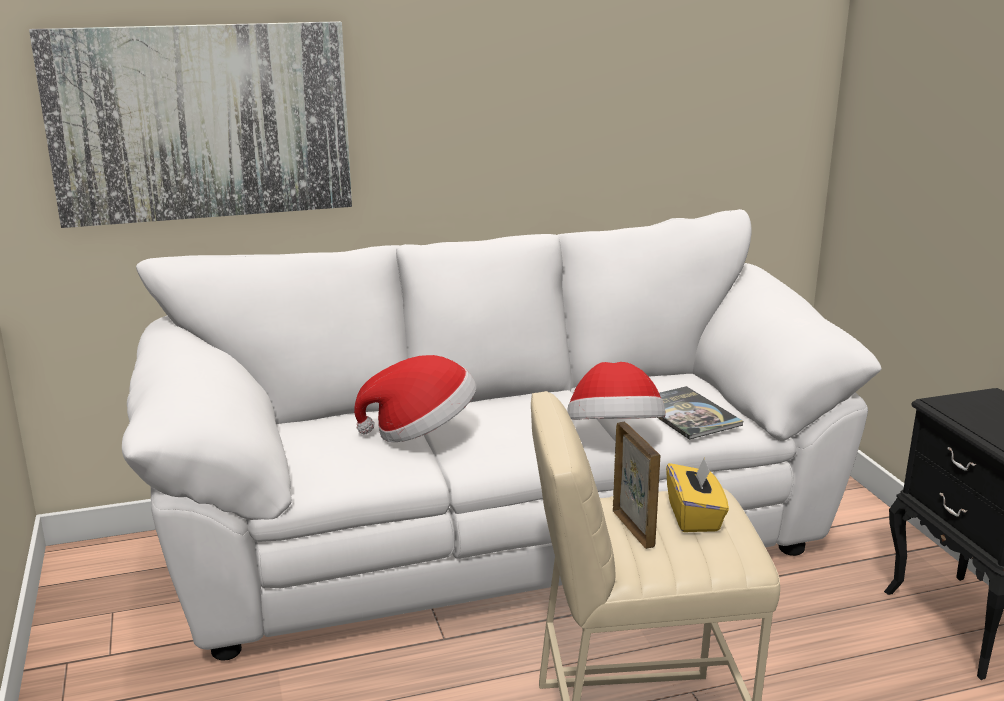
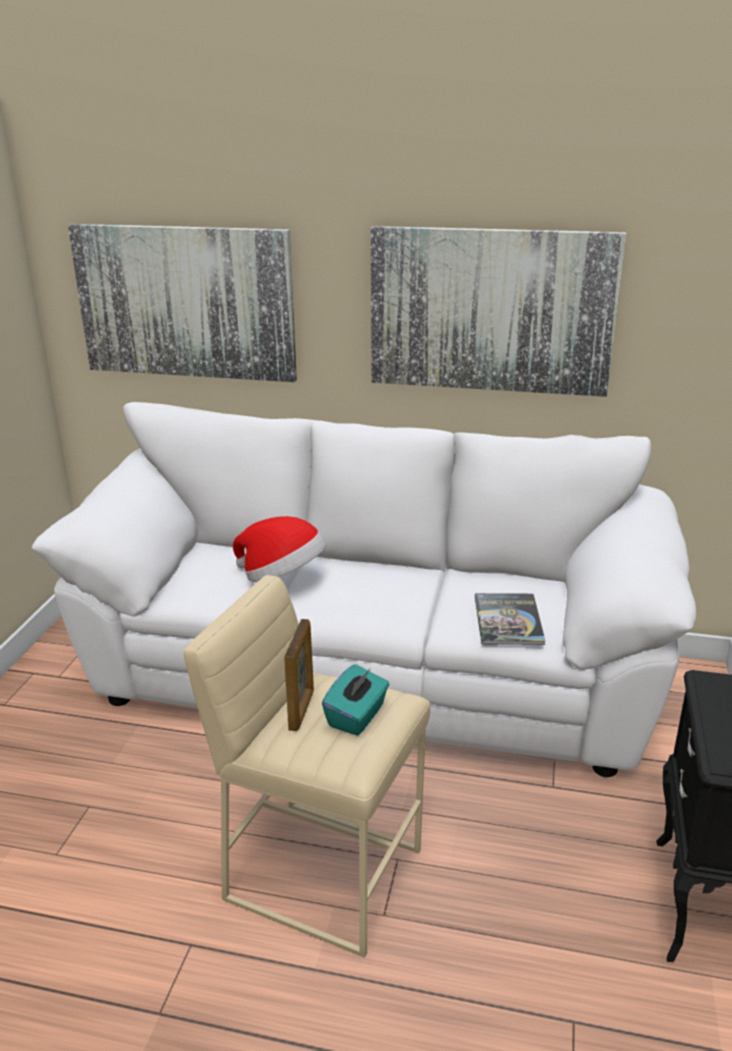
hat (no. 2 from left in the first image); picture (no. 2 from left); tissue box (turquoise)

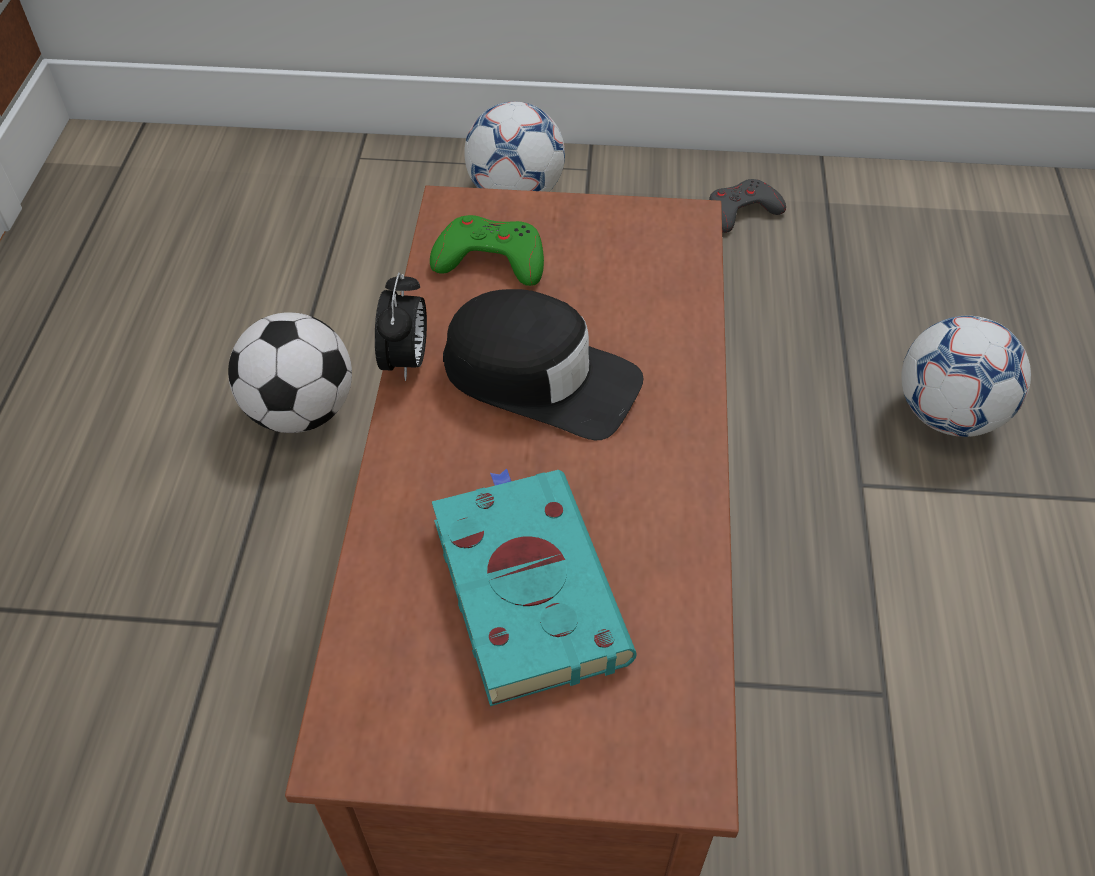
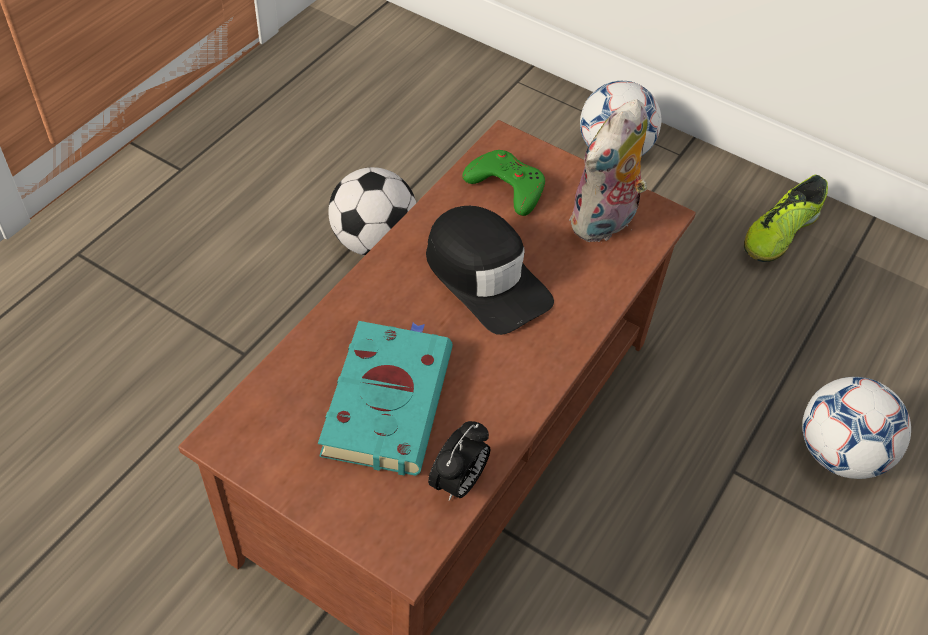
plush toy; alarm clock; shoe

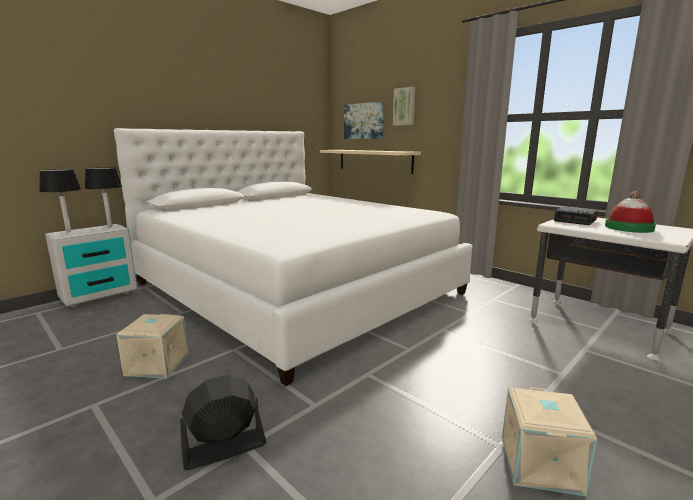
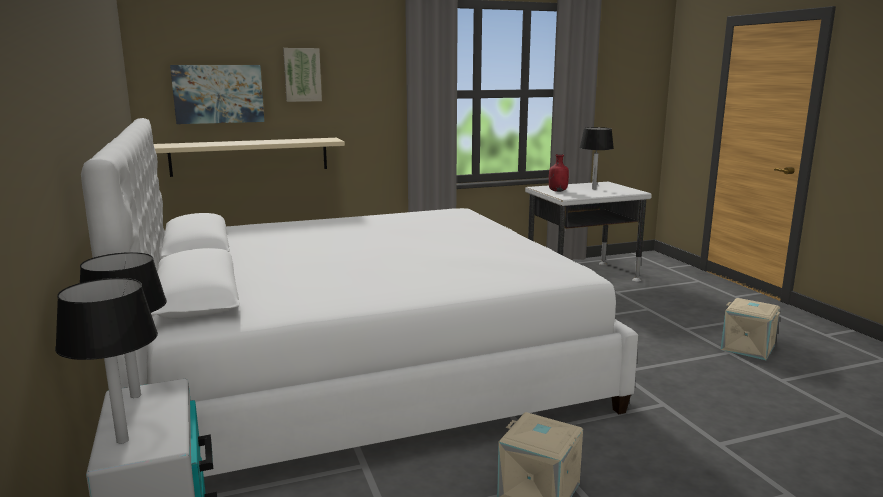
fan (black); bottle (red); table lamp (black) (no. 3 from left)

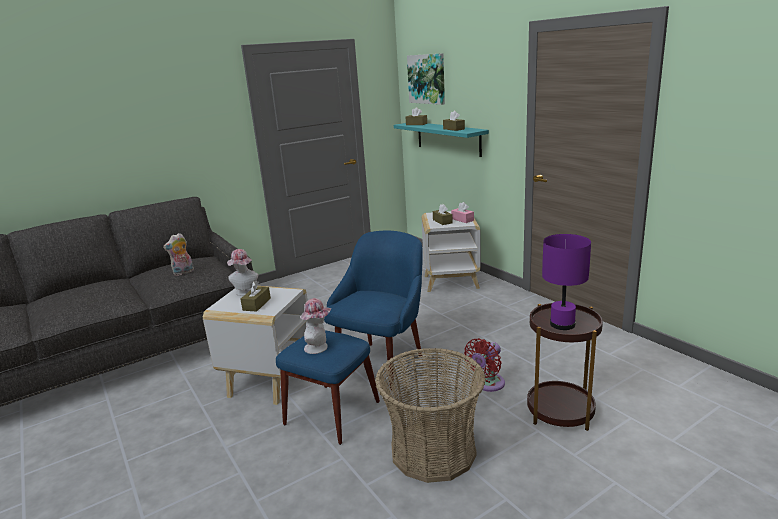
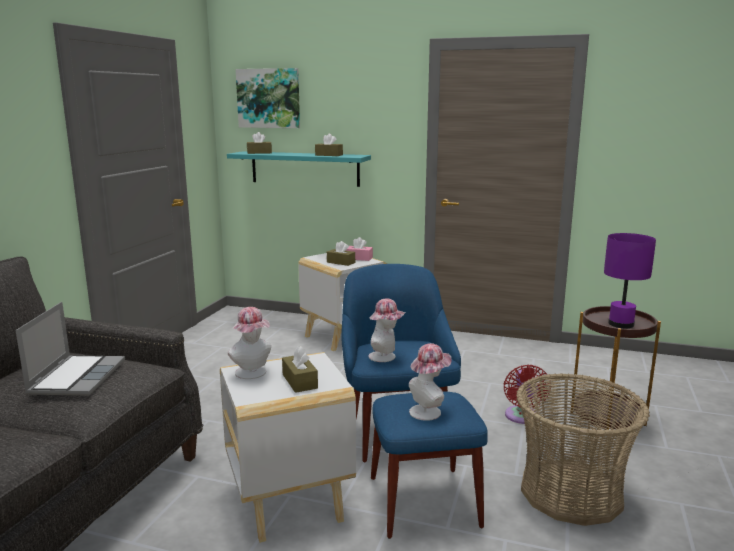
hat (no. 2 from left); laptop

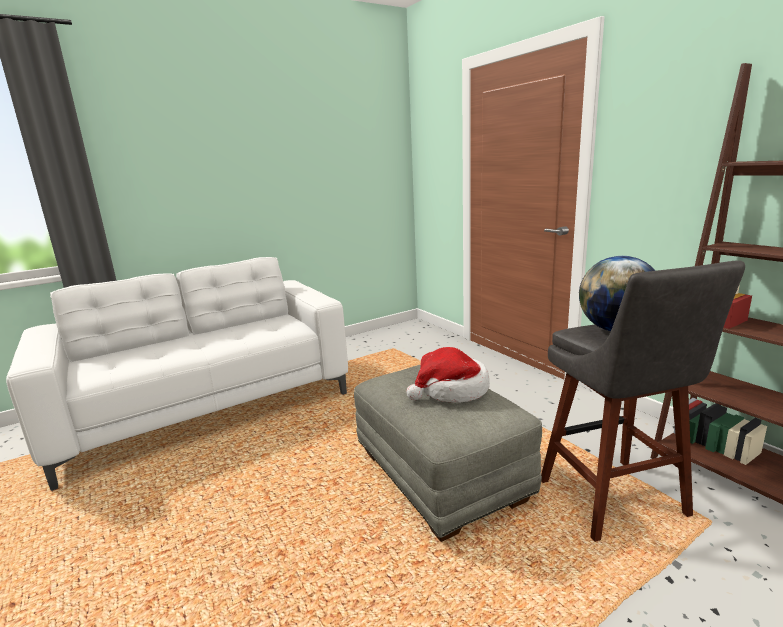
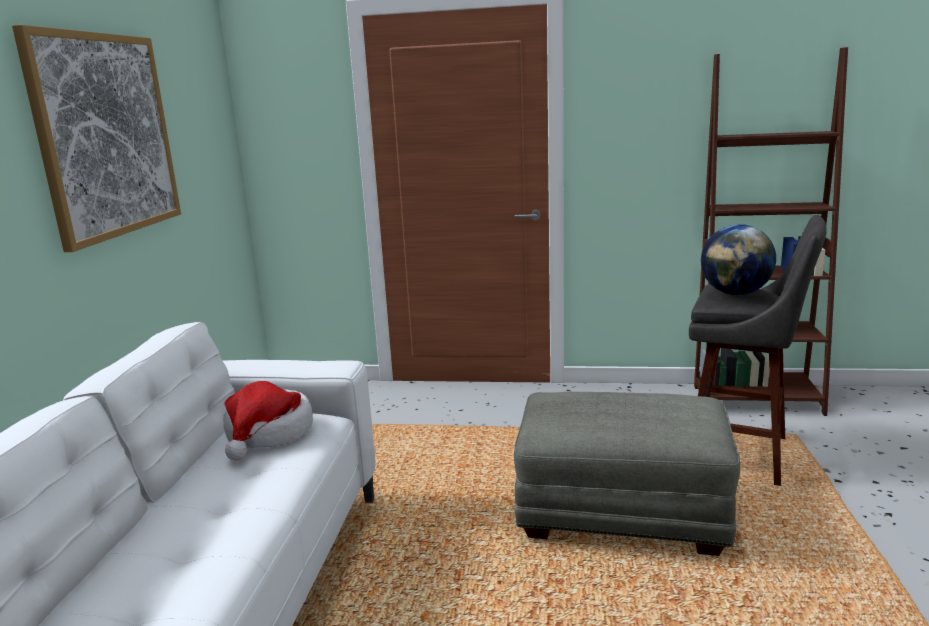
picture; hat

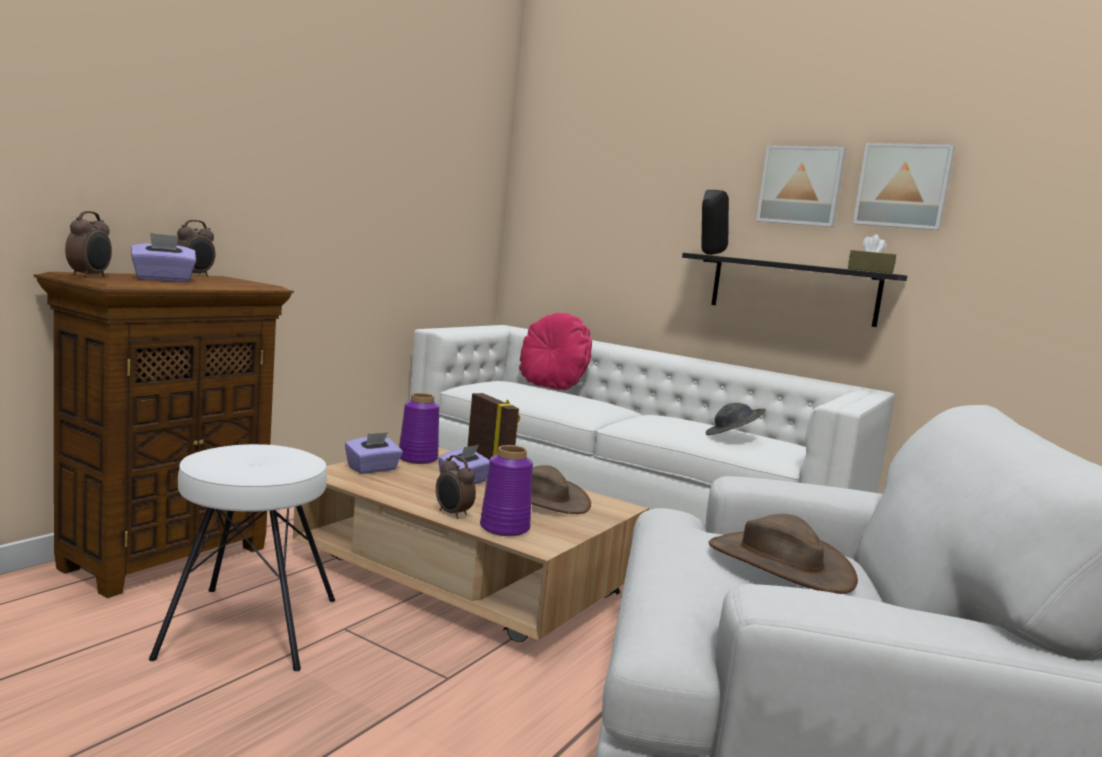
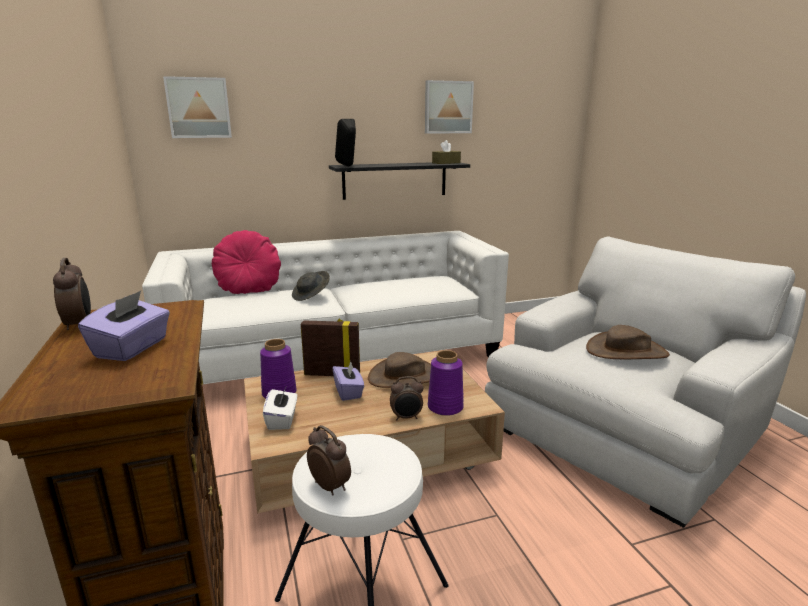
alarm clock (no. 2 from left); hat (grey); picture (no. 1 from left); tissue box (white)

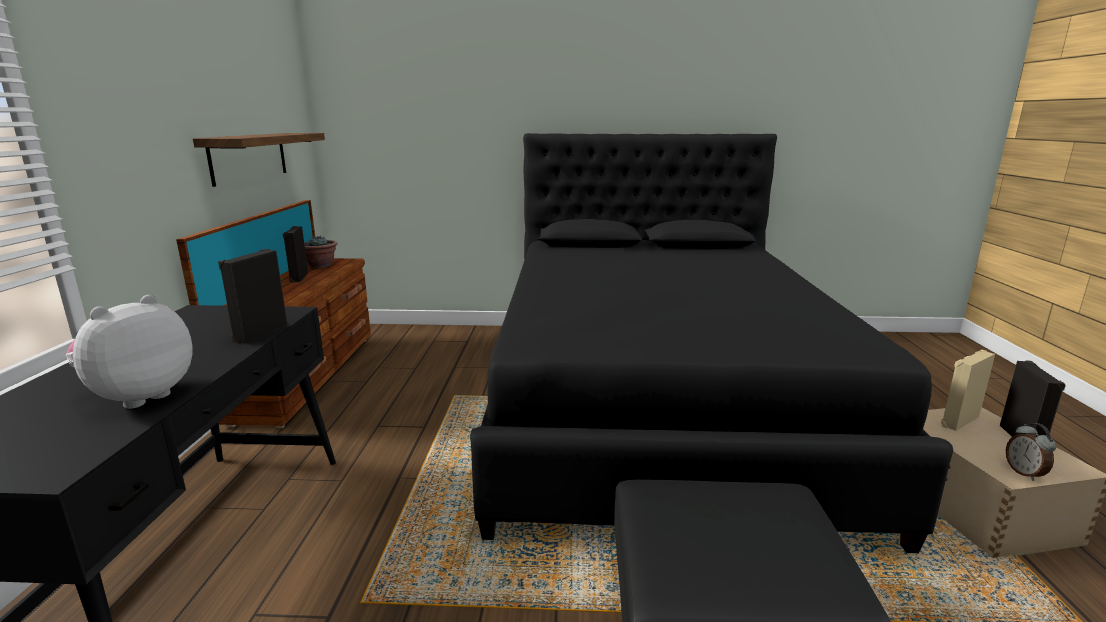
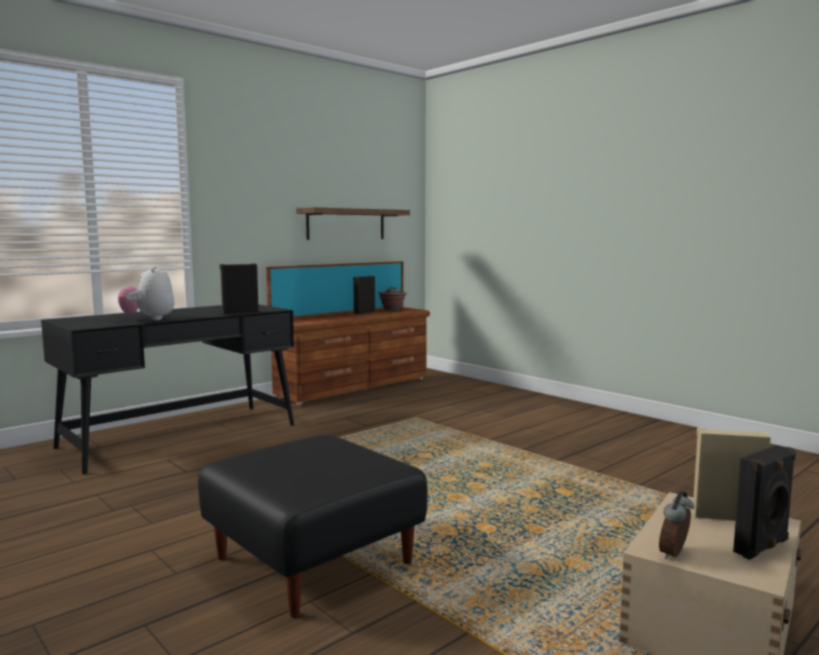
bed (black); plush toy

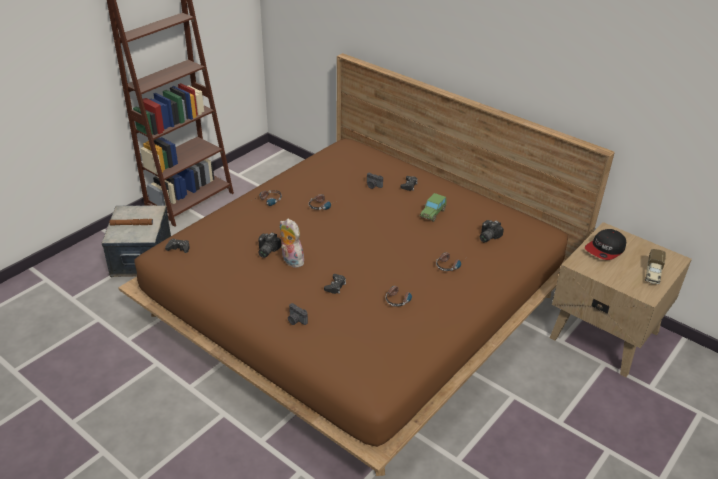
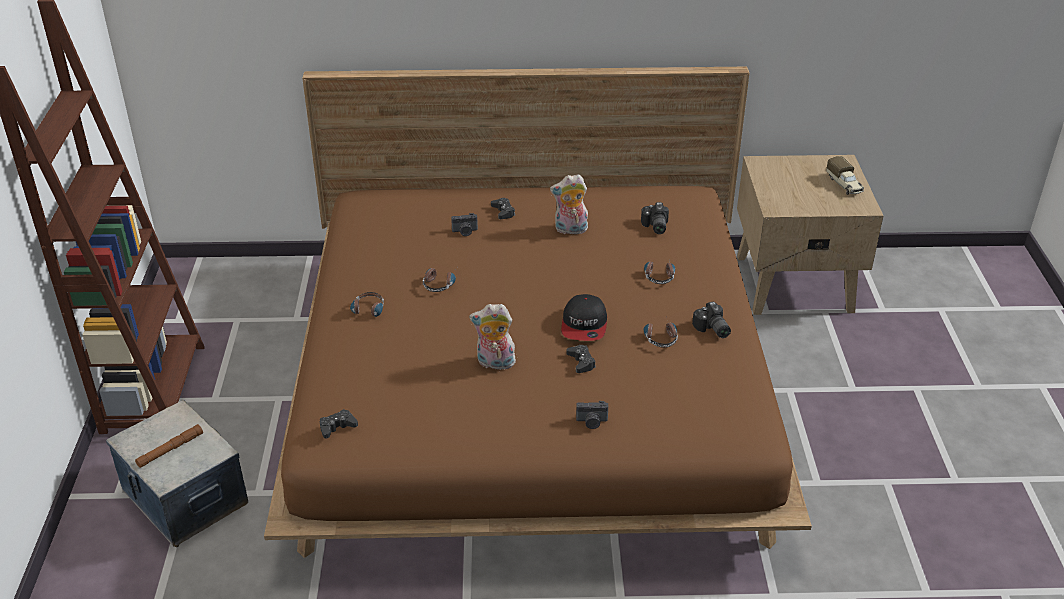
photo camera (no. 4 from left); cap; plush toy (no. 2 from left)

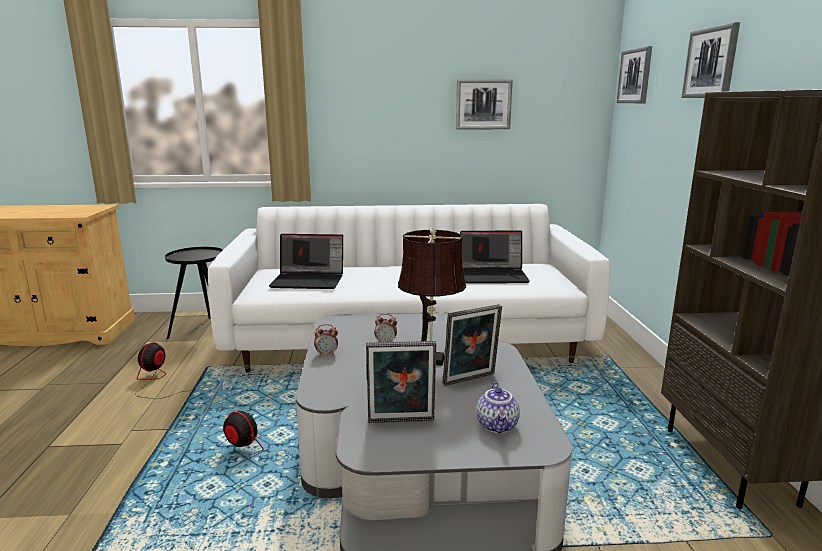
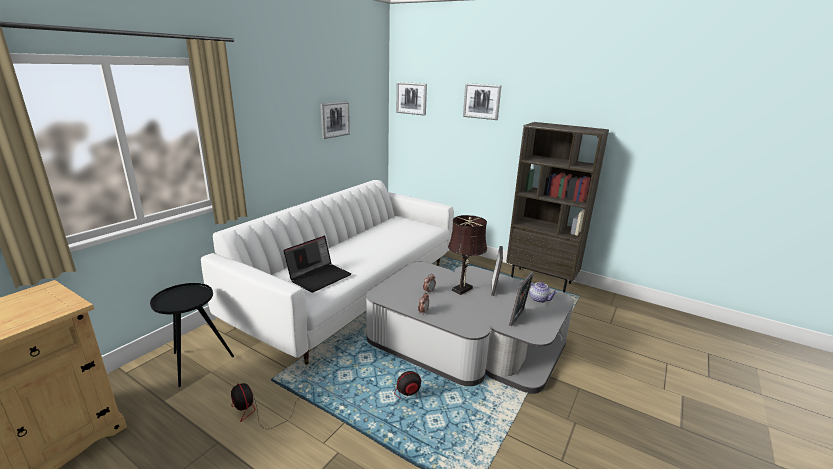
laptop (no. 2 from left in the first image)

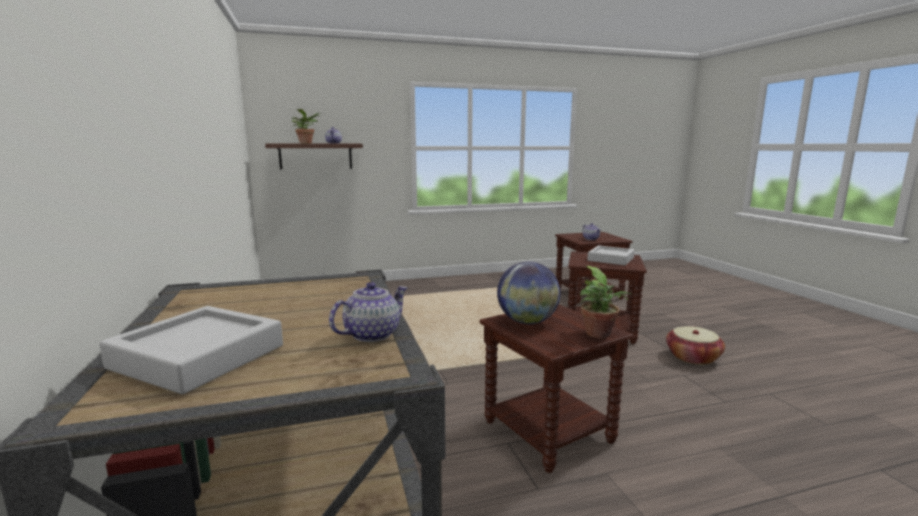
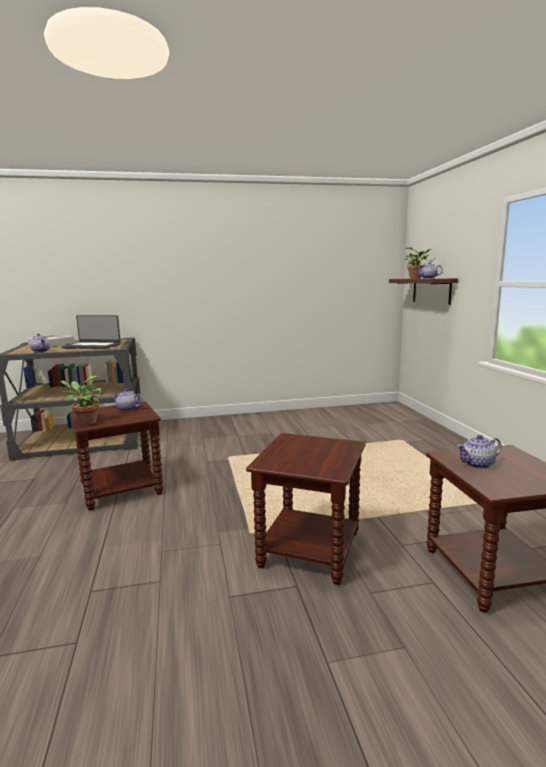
tray (grey) (no. 2 from left in the first image); basket; laptop; teapot (no. 2 from left)

